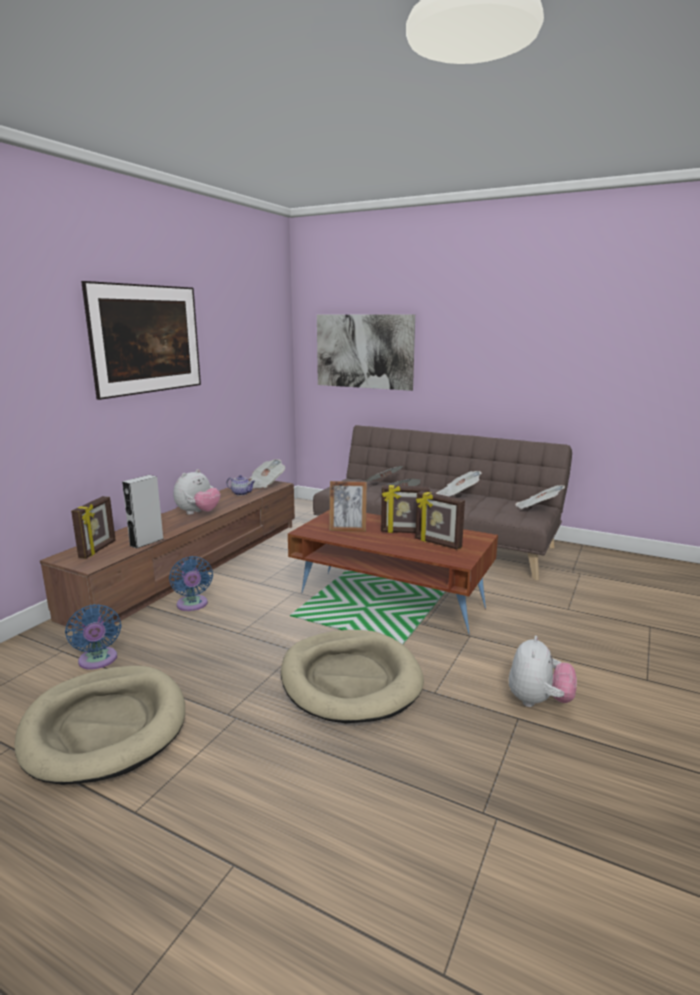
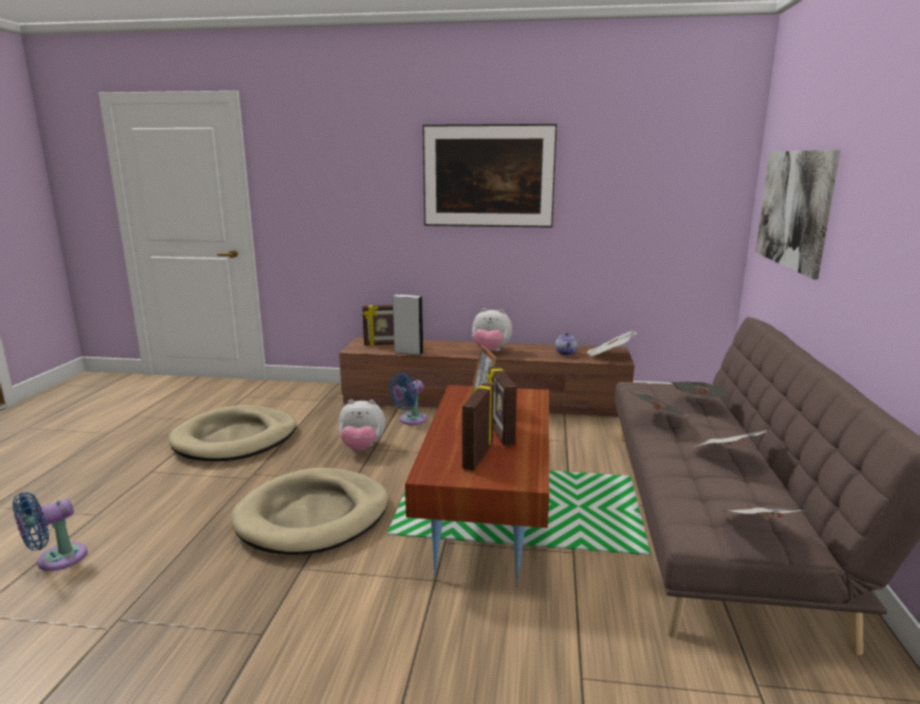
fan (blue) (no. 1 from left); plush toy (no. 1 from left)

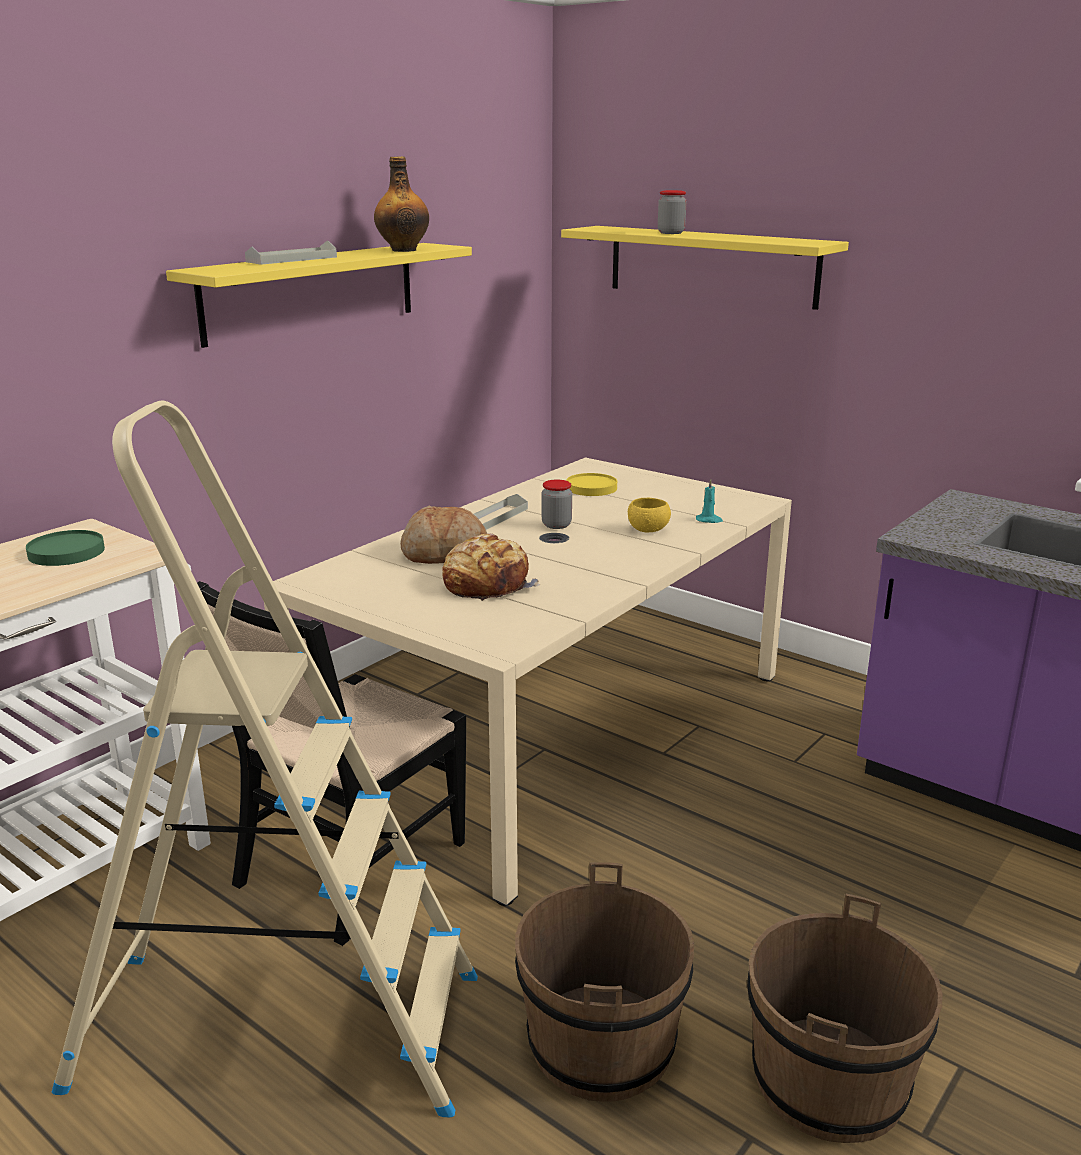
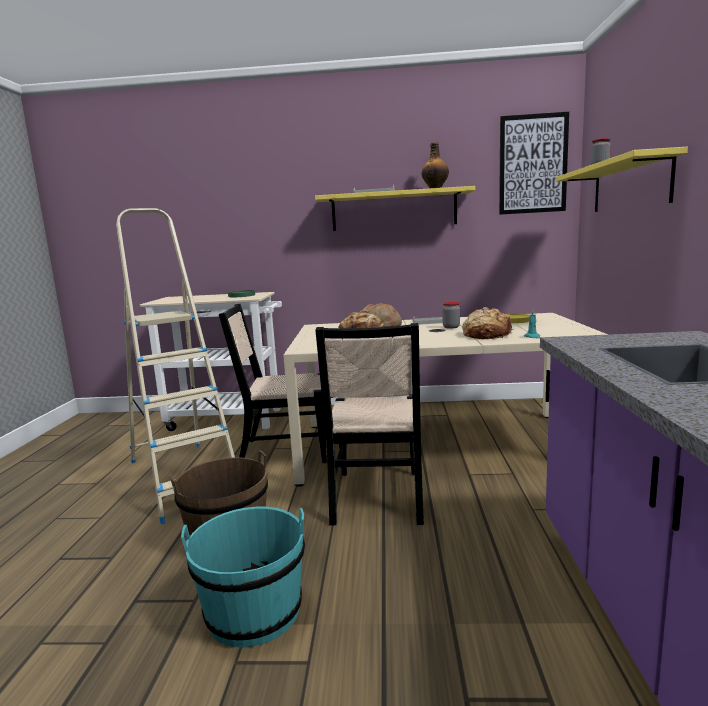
chair (no. 2 from left); picture; bread (no. 3 from left); bucket (turquoise)

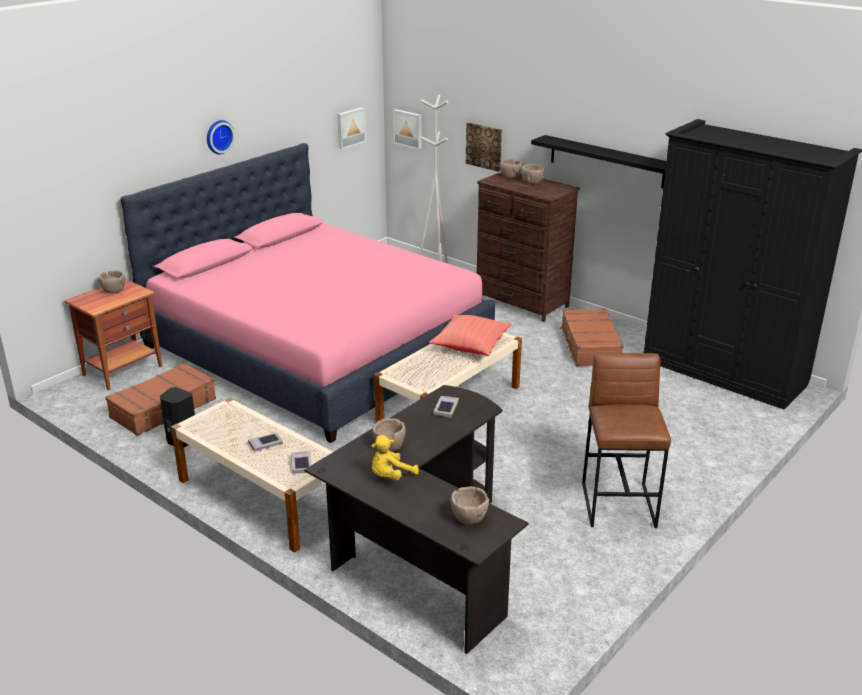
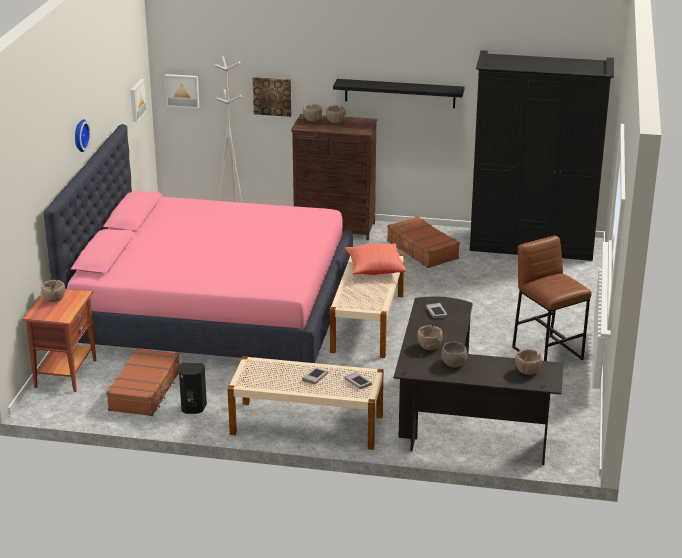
bowl (grey)

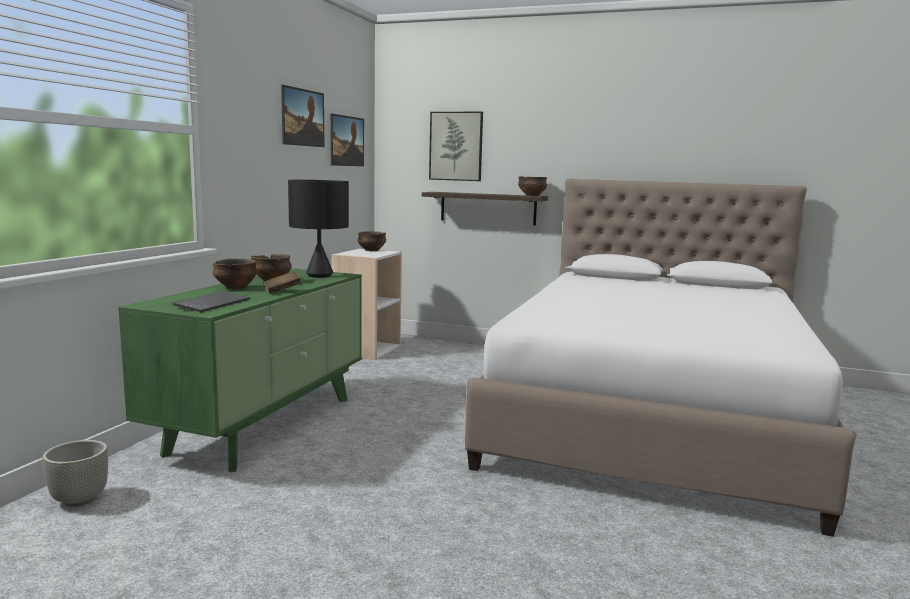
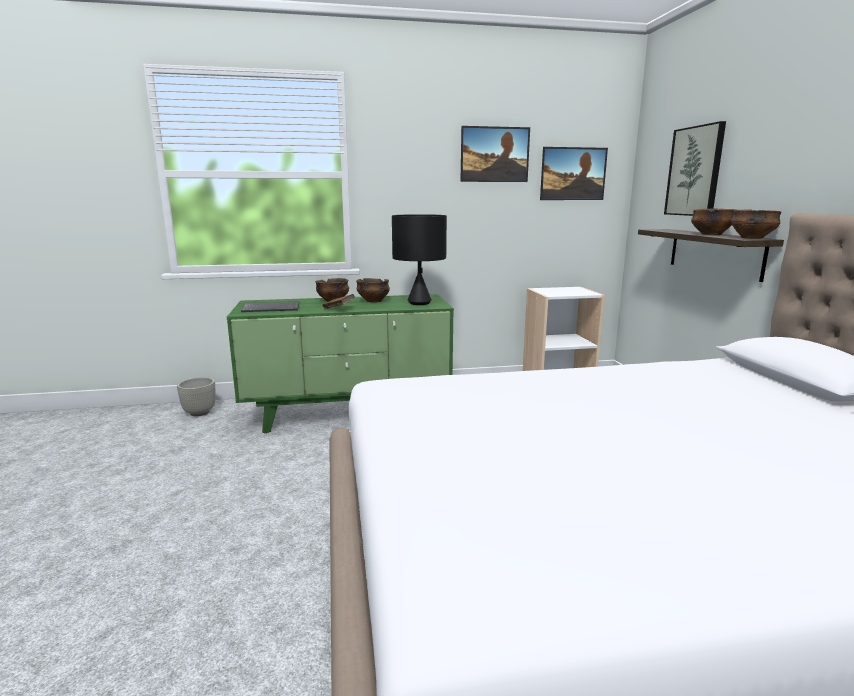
bowl (no. 3 from left)

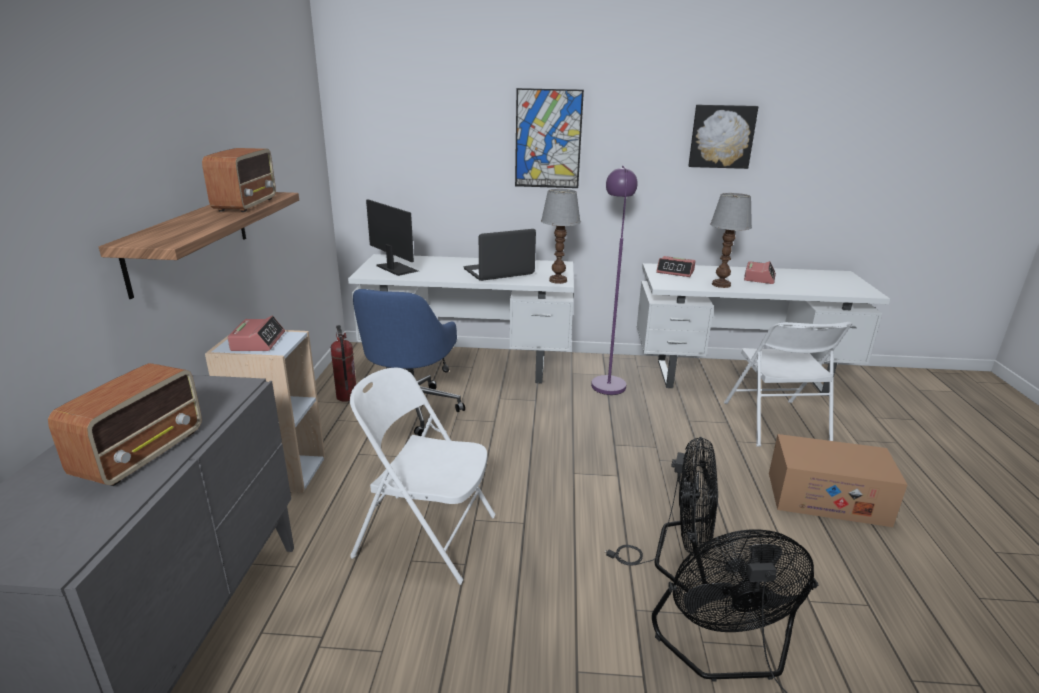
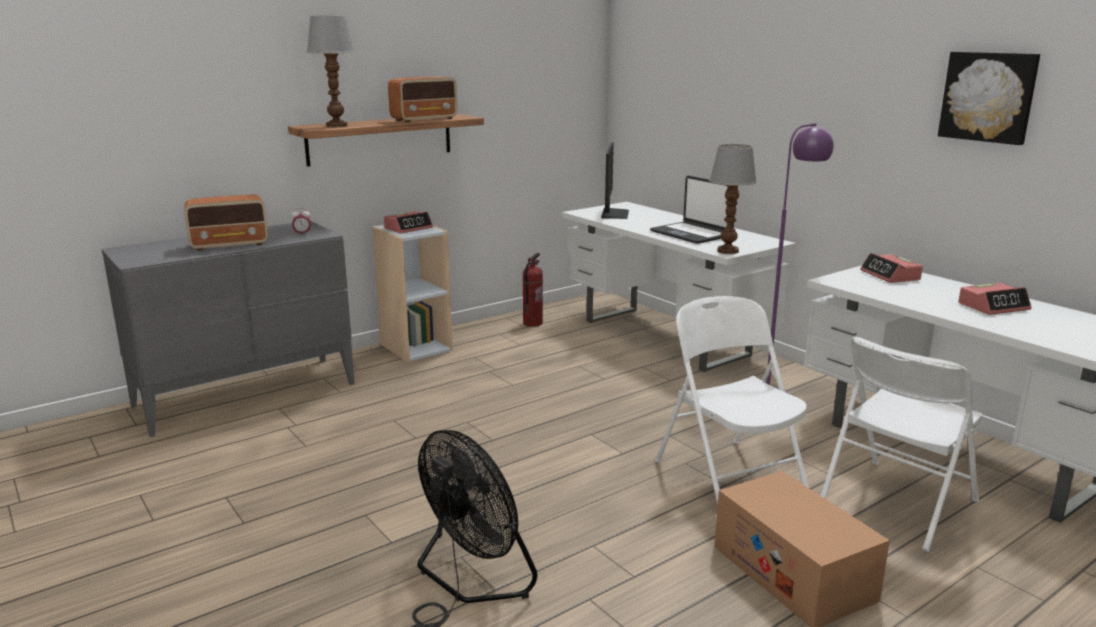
office chair (blue); picture (no. 1 from left in the first image); fan (black) (no. 1 from left in the first image); alarm clock (no. 1 from left); chair (white) (no. 1 from left); table lamp (no. 1 from left); laptop

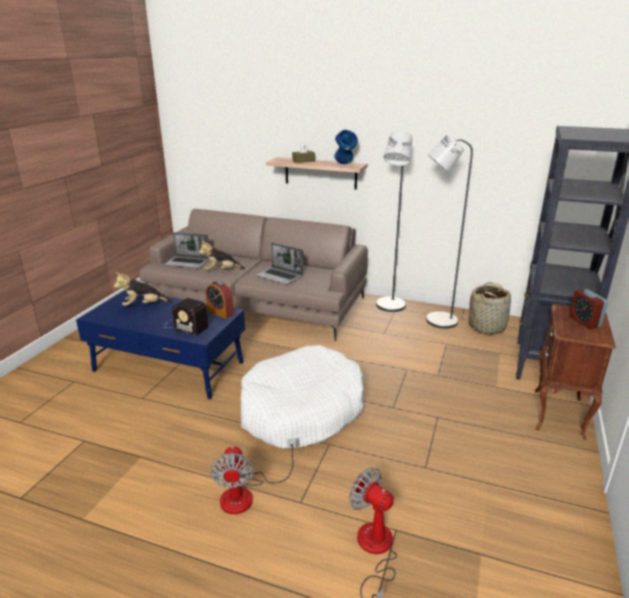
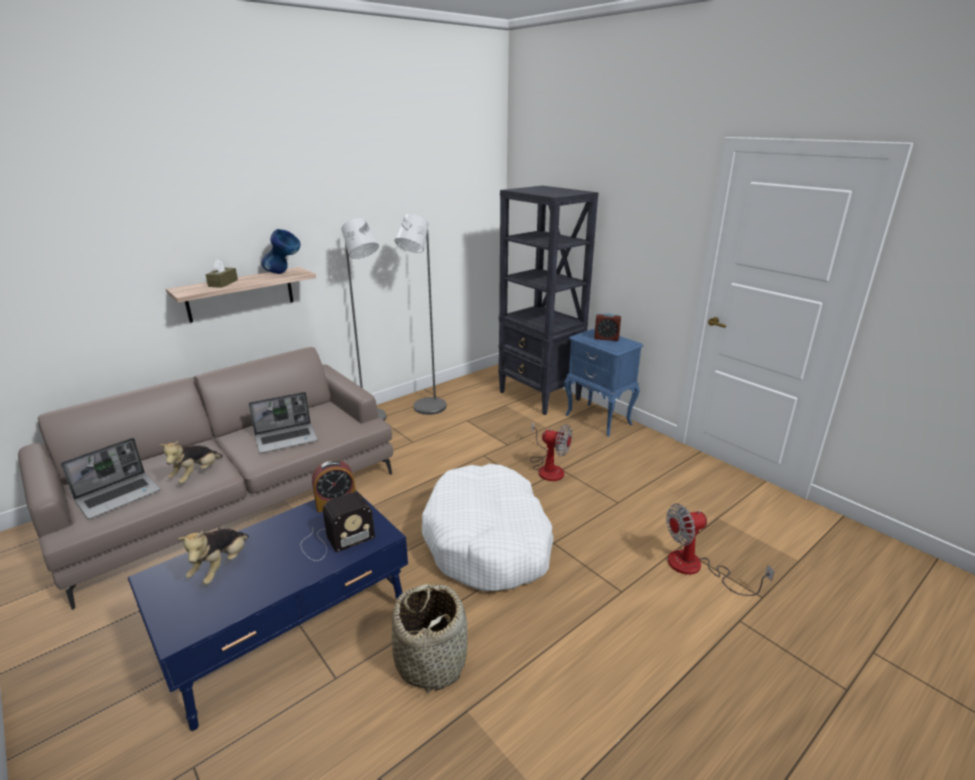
fan (no. 1 from left); basket; nightstand (blue)

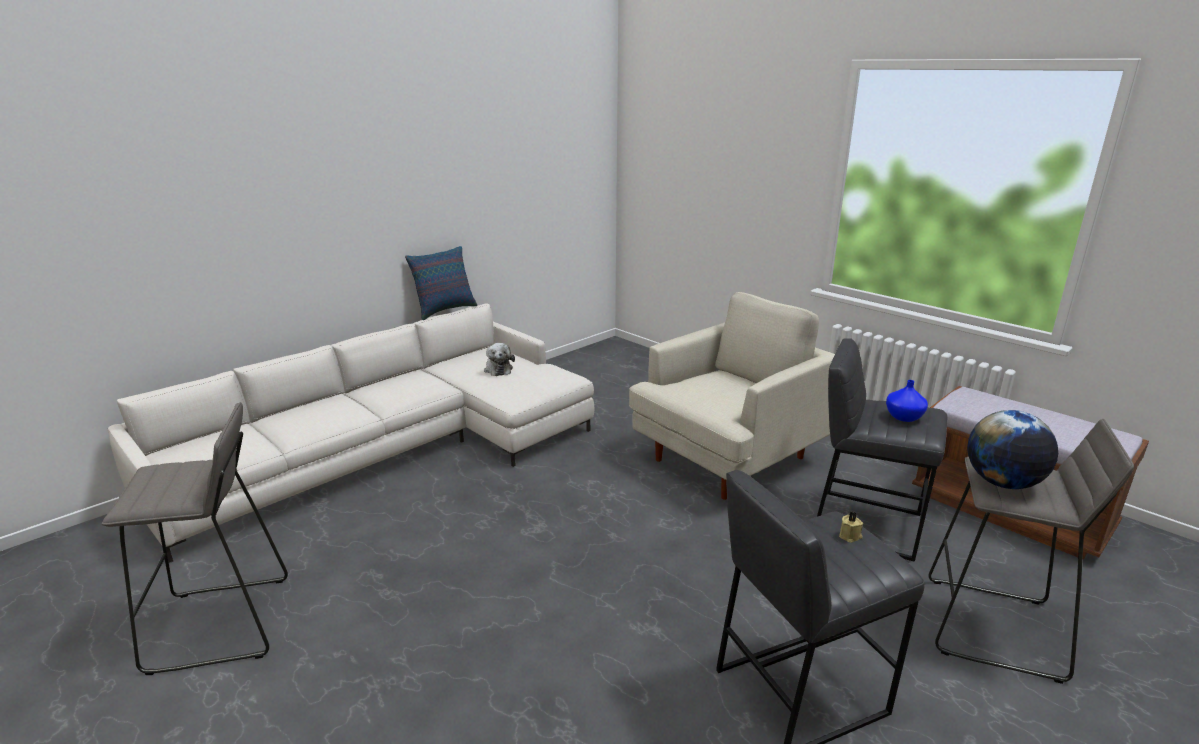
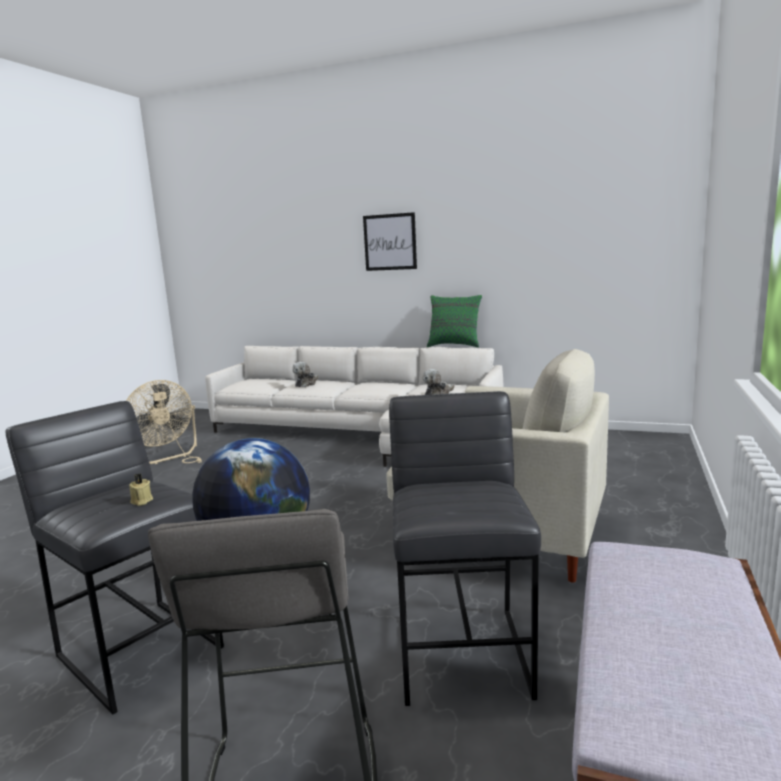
vase (blue); plush toy (no. 1 from left); picture; fan (beige); pillow (green)

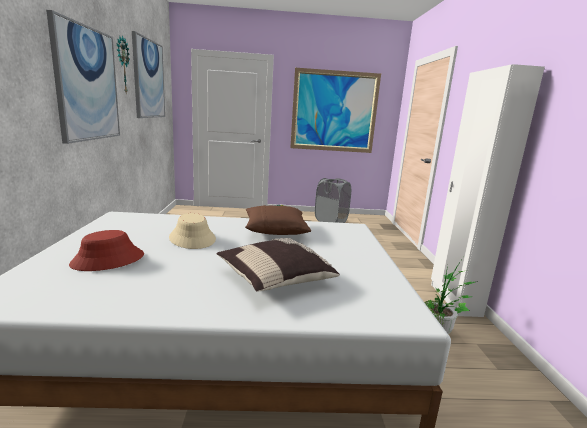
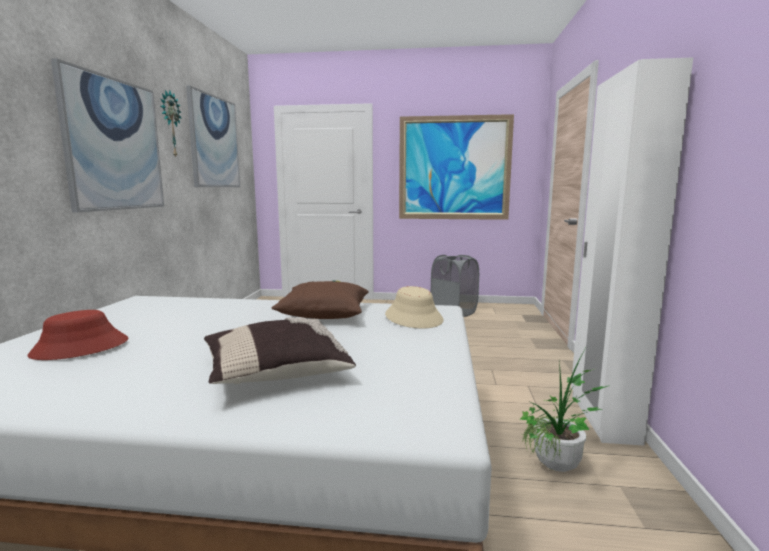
hat (beige)

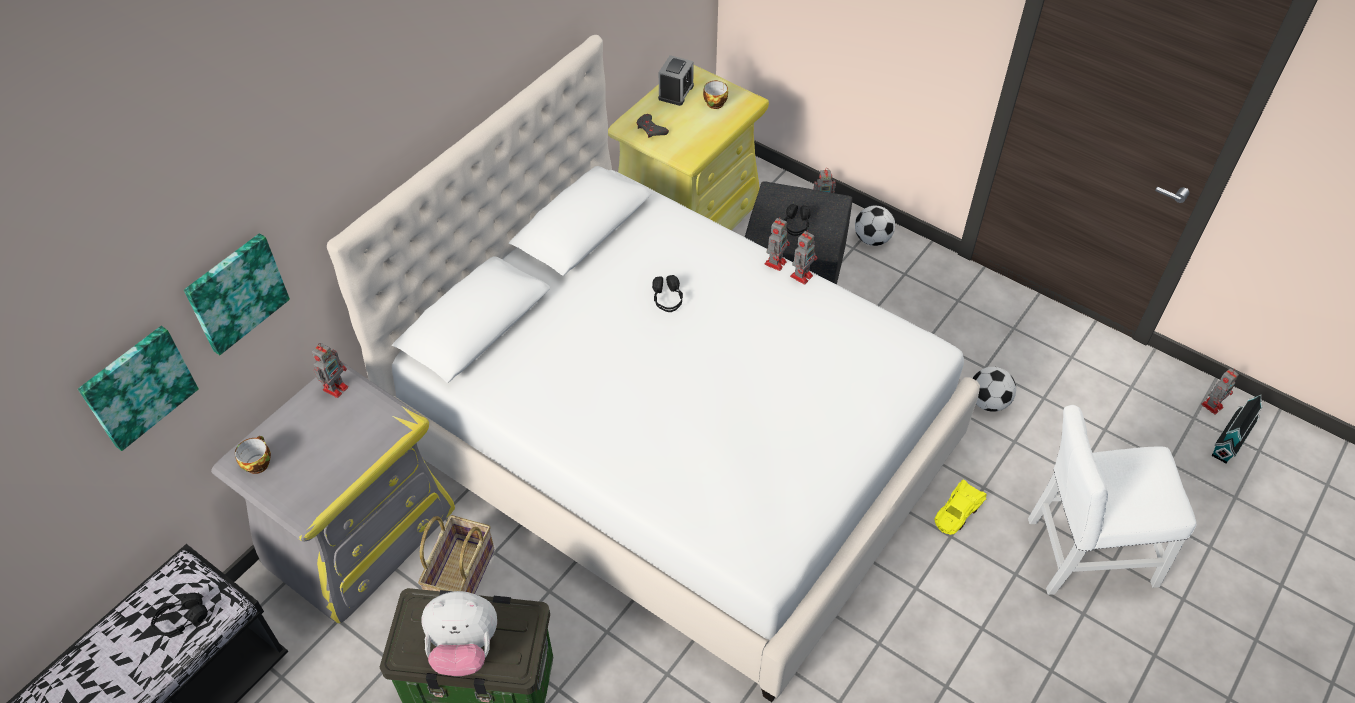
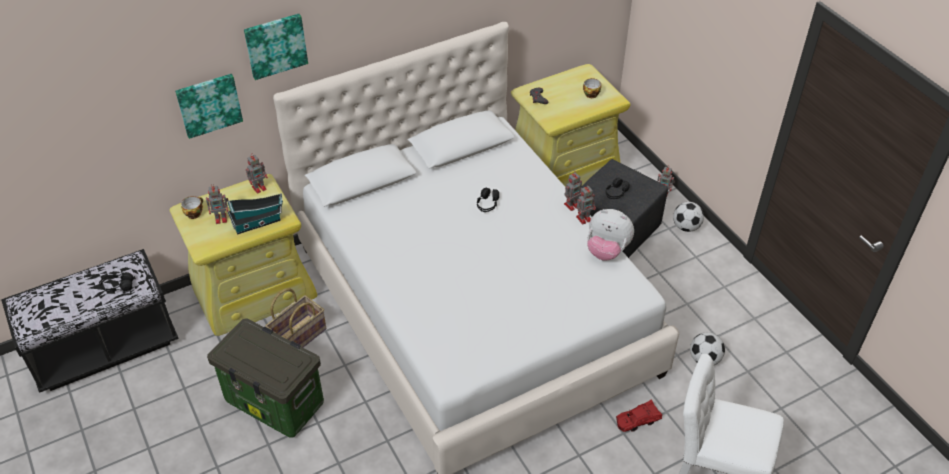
alarm clock; picture (no. 2 from left); plush toy; toy robot (no. 1 from left); toy house; nightstand (yellow) (no. 1 from left); toy car (red)

